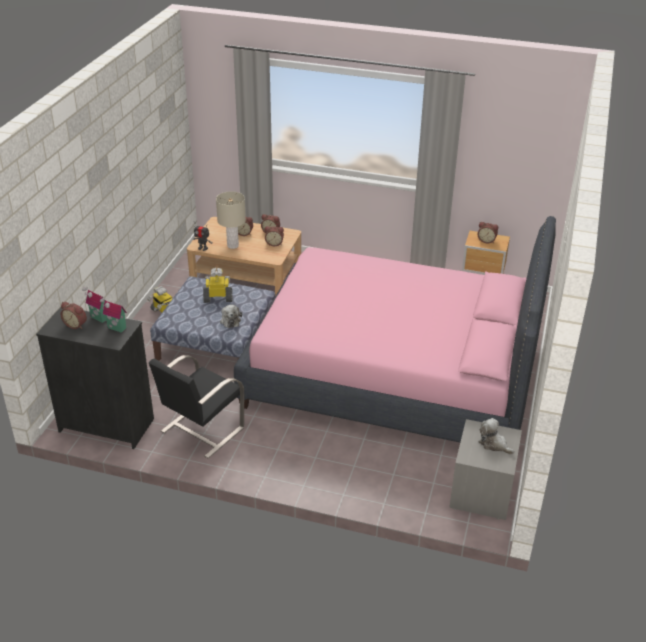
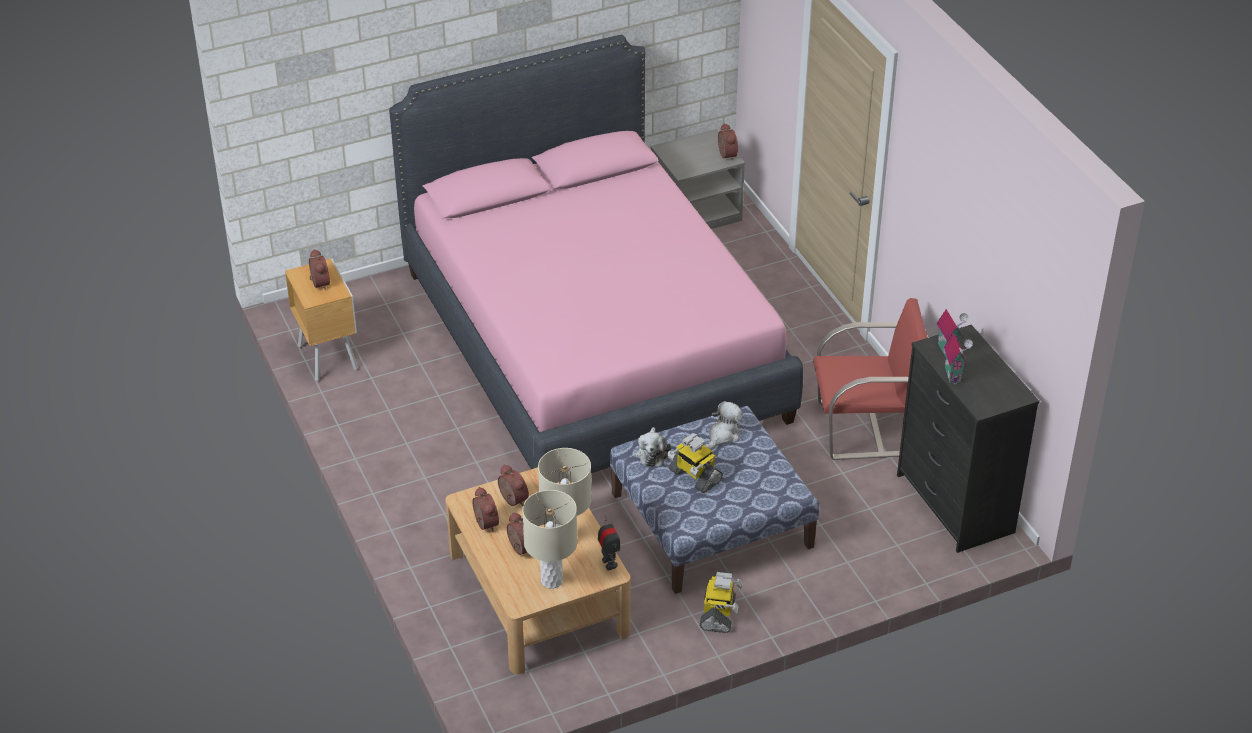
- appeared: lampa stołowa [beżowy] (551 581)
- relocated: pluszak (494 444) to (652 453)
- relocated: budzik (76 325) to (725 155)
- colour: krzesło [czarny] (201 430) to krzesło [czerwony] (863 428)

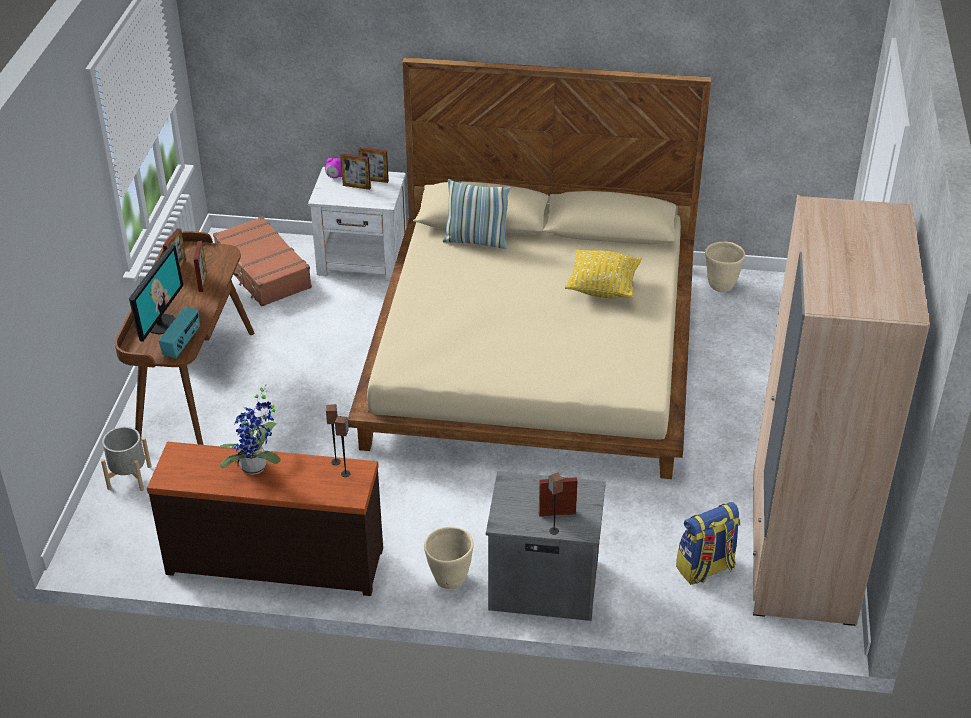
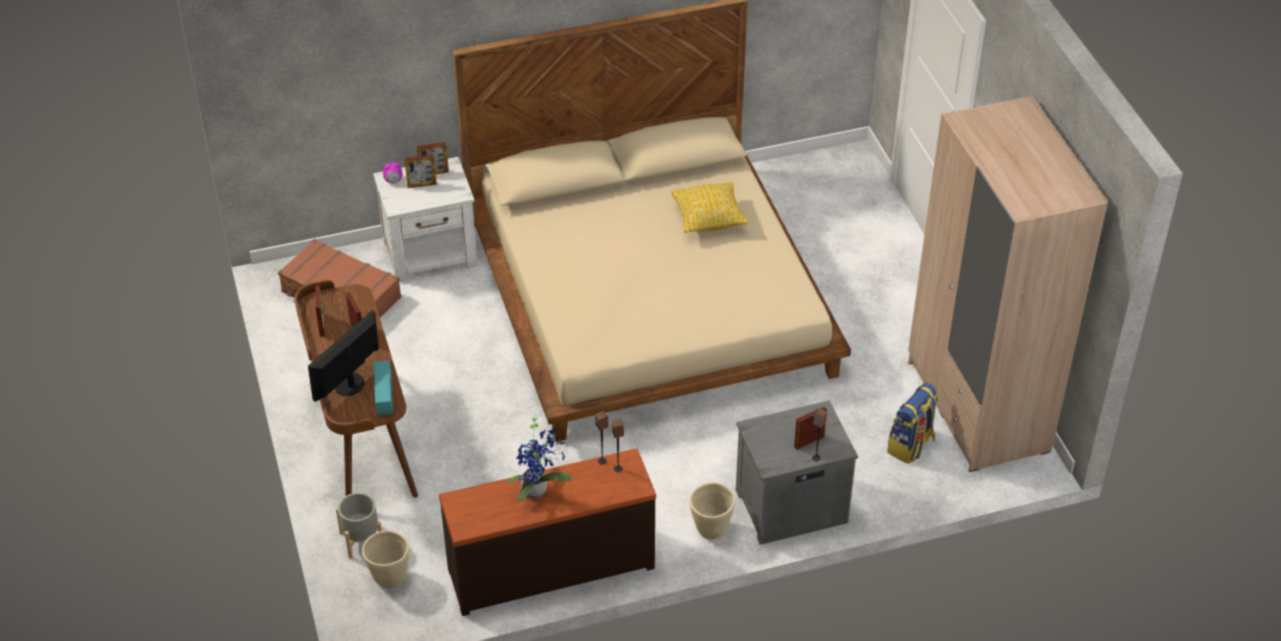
- spun: monitor (161 324) = (350 385) 135 degrees counterclockwise
- relocated: donica [beżowy] (720 285) to (389 578)
- missing: poduszka (476 241)

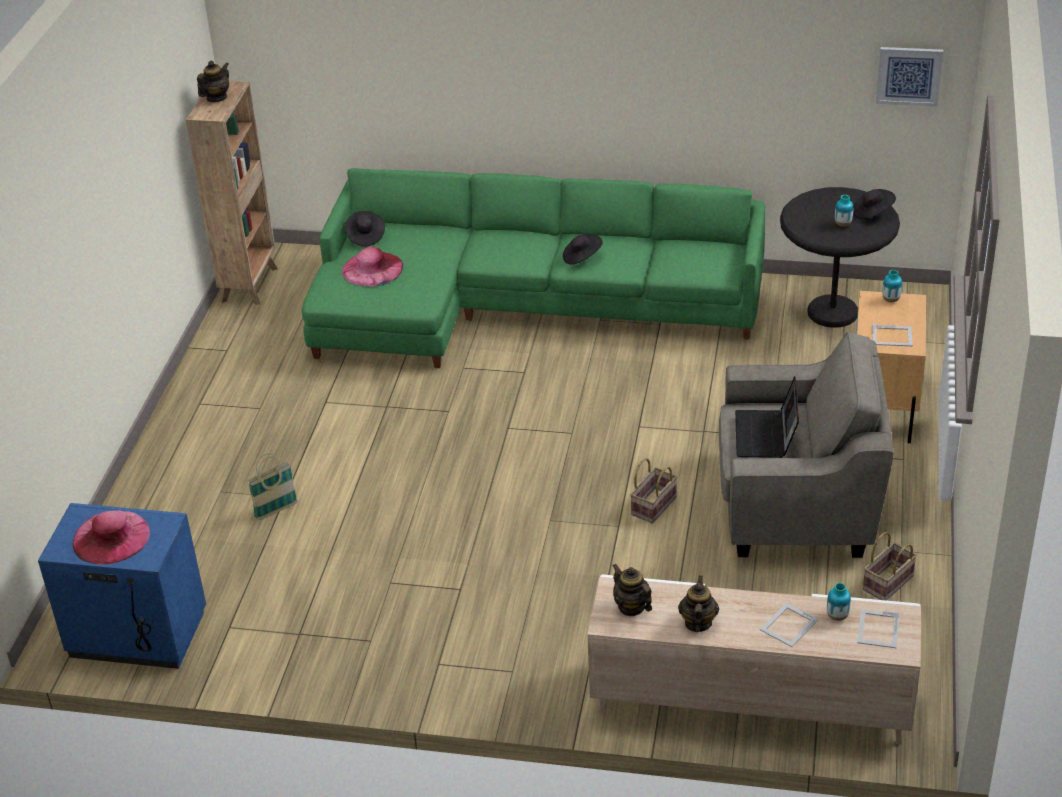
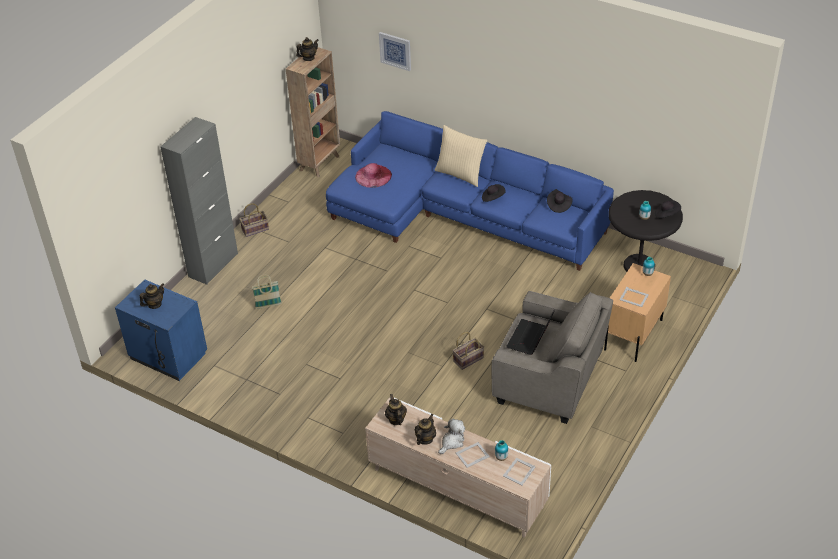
- exchanged: kapelusz [różowy] (111 537) to imbryk (154 304)
- appeared: szafka [szary] (213 265)
- relocated: koszyk (888 584) to (254 230)
- colour: kanapa [zielony] (517 304) to kanapa [niebieski] (459 213)
- relocated: obraz (909 75) to (395 51)
- appeared: poduszka [beżowy] (460 174)
- appeared: pluszak (452 442)
- relocated: kapelusz [czarny] (365 236) to (559 205)

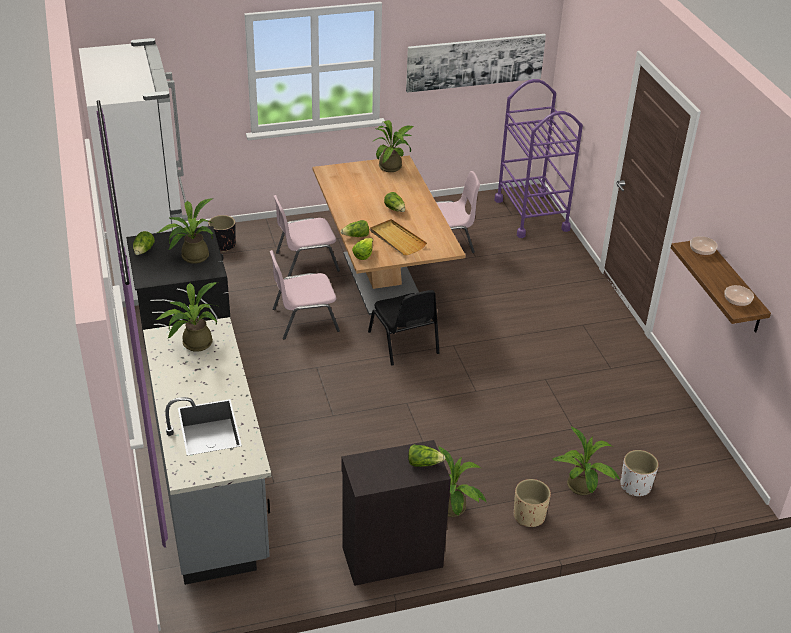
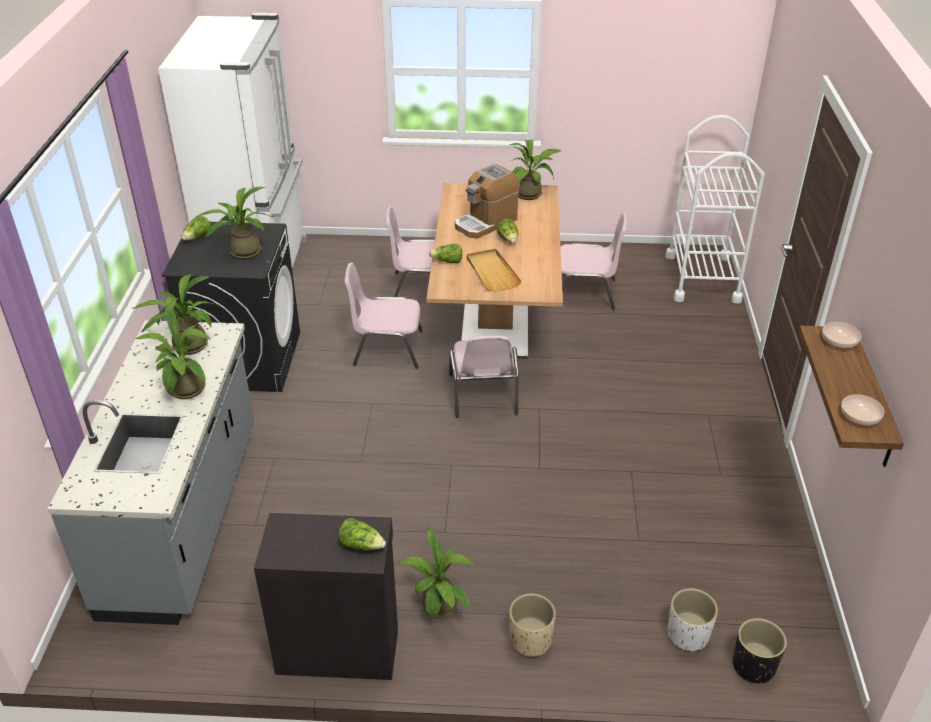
- relocated: roślina doniczkowa (583 489) to (186 392)
- colour: krzesło [czarny] (404 343) to krzesło [różowy] (483 395)
- appeared: ekspres do kawy (485 222)
- colour: wózek [fioletowy] (531 215) to wózek [biały] (702 278)
- relocated: donica [czarny] (223 245) to (753 666)
- missing: sałata (363 254)
- missing: obraz (475 62)

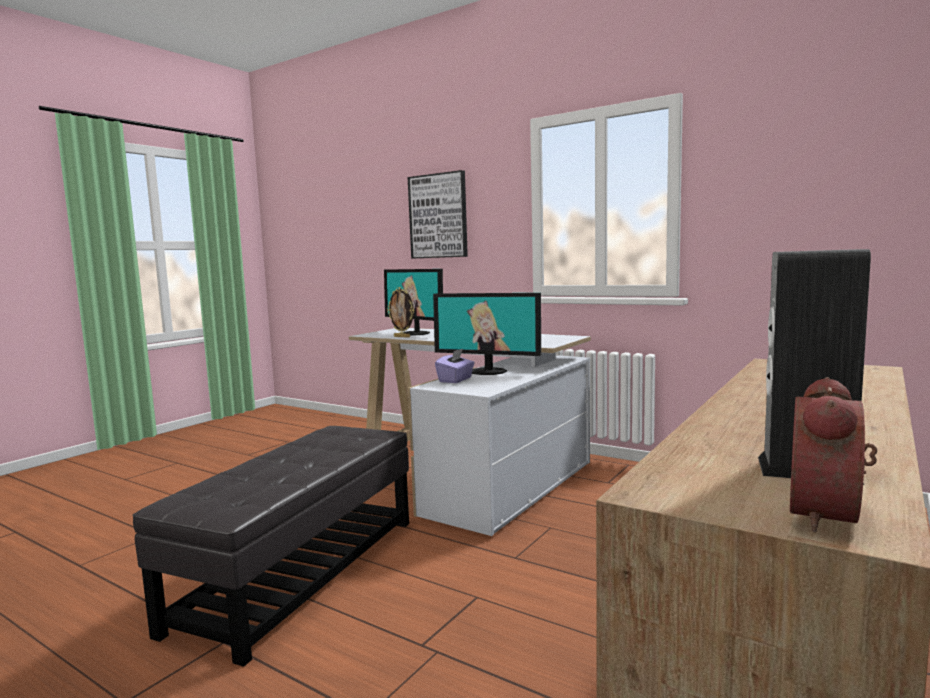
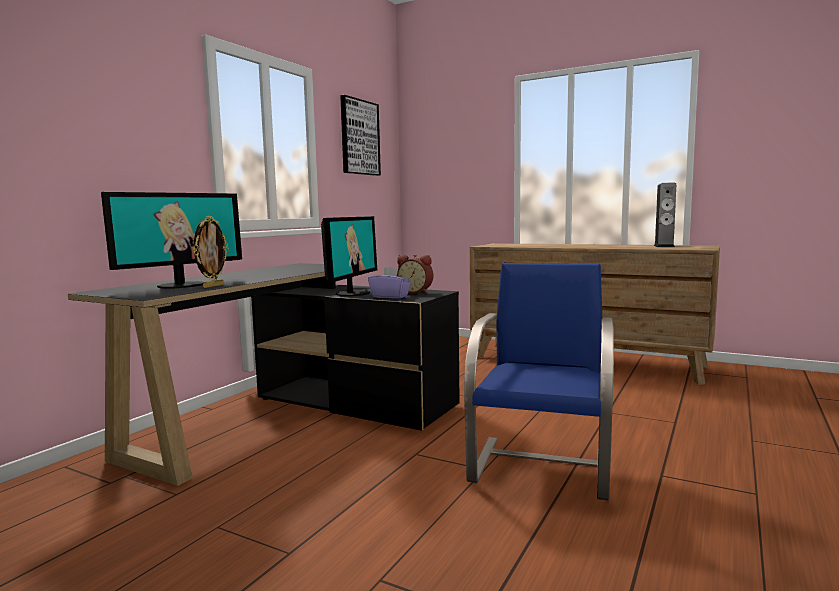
- colour: biurko [biały] (472 470) to biurko [czarny] (294 418)
- relocated: obraz (438 216) to (359 137)
- relocated: budzik (831 515) to (415 292)
- exchanged: pufa [czarny] (302 571) to krzesło [niebieski] (542 465)

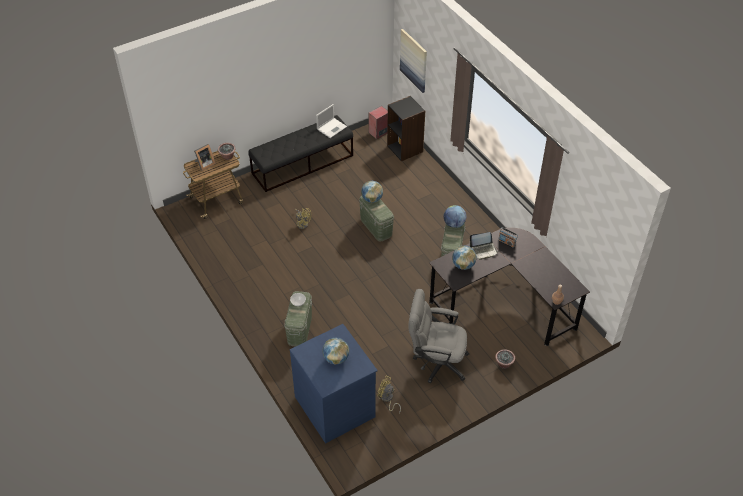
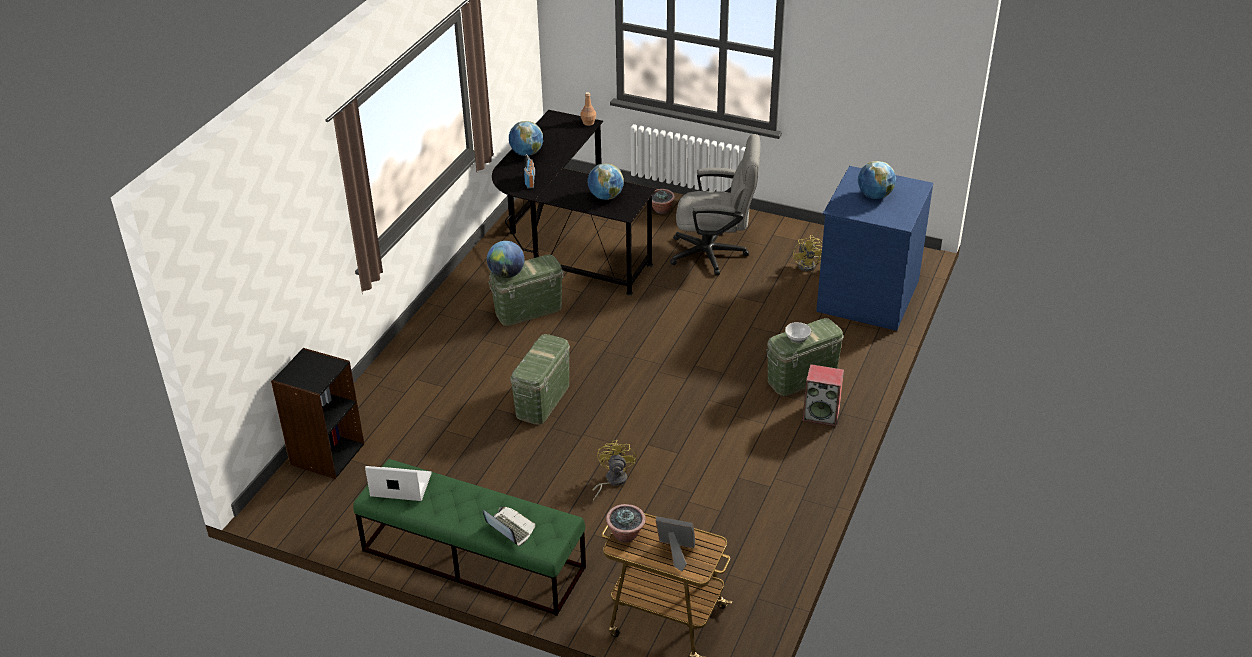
- colour: ławka [czarny] (303 164) to ławka [zielony] (472 559)
- relocated: laptop (483 250) to (509 529)
- relocated: globus (372 199) to (526 153)
- spun: krzesło biurowe [szary] (436 361) = (715 254) 60 degrees counterclockwise
- relocated: głośnik (378 132) to (821 415)
- missing: obraz (414 60)

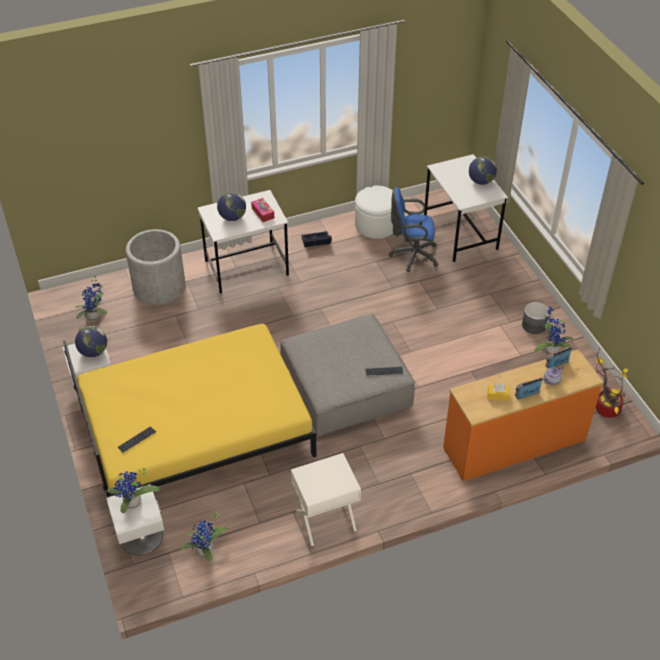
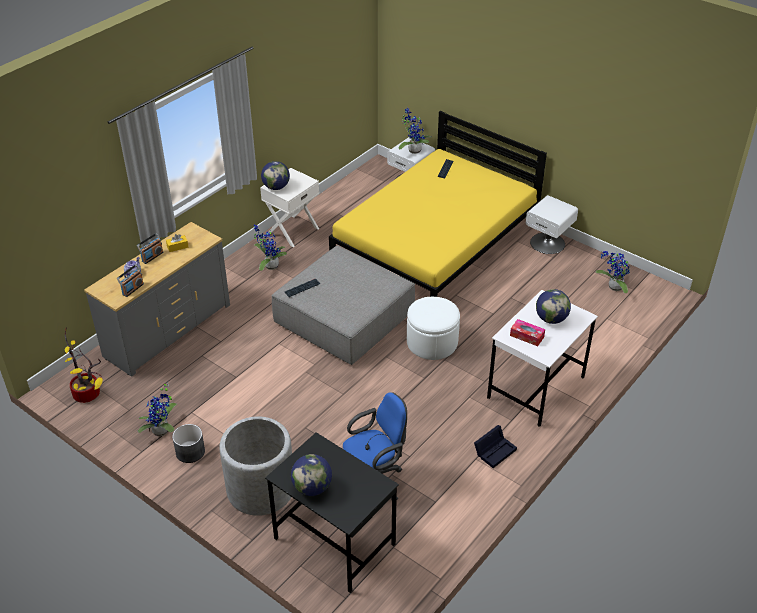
- colour: komoda [pomarańczowy] (514 444) to komoda [szary] (167 330)
- relocated: donica [szary] (159 287) to (260 489)
- relocated: roślina doniczkowa (206 552) to (270 265)
- relocated: globus (93 352) to (276 187)
- colour: biurko [biały] (460 234) to biurko [czarny] (334 542)
- relocated: pufa [biały] (376 224) to (432 342)

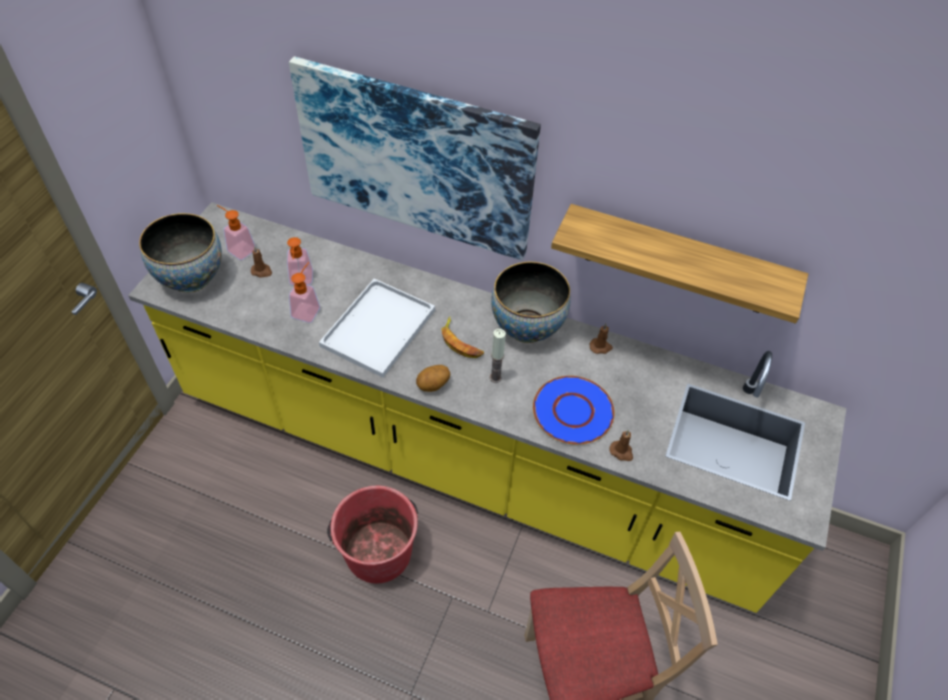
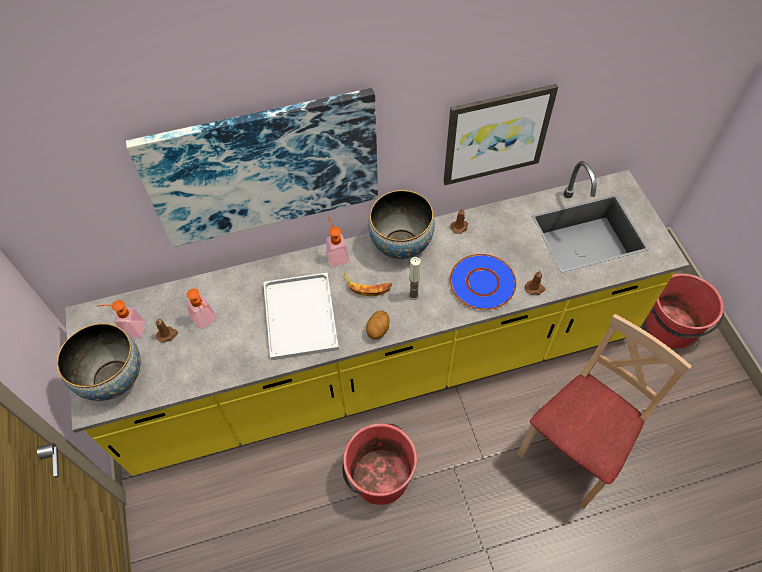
- relocated: dozownik mydła (308 309) to (336 254)
- exchanged: półka (678 261) to obraz (496 134)
- appeared: wiadro [czerwony] (670 328)

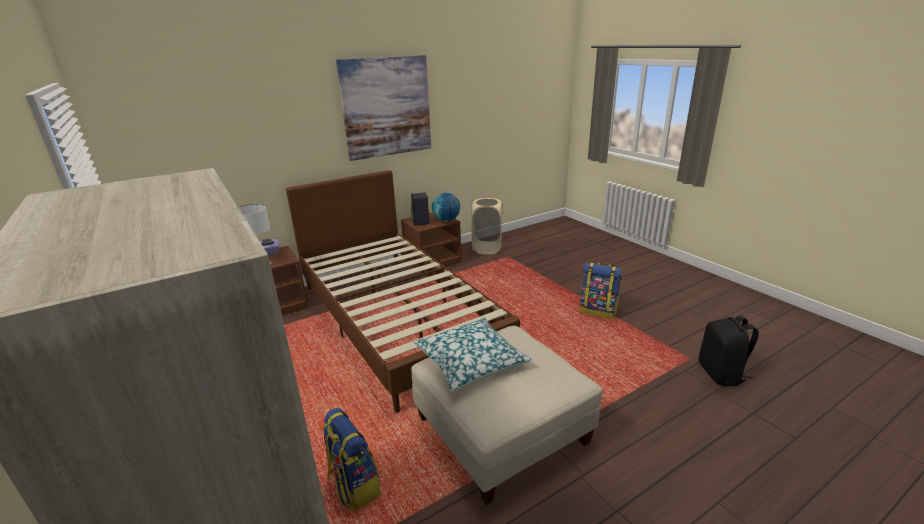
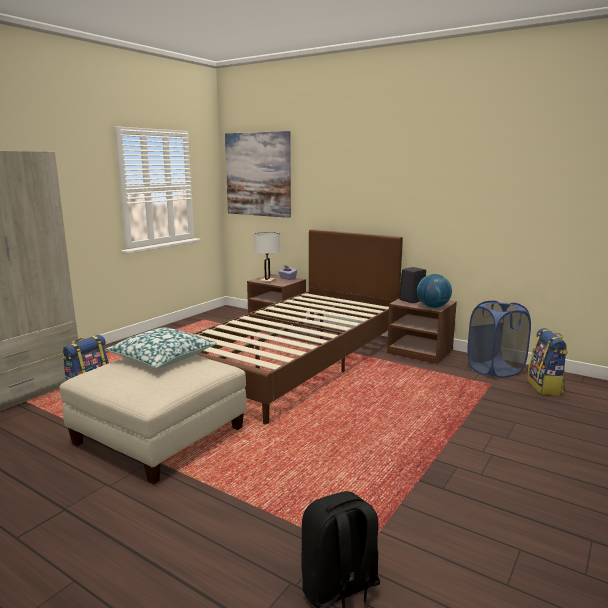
- relocated: obraz (386 107) to (258 174)
- colour: kosz na pranie [beżowy] (487 248) to kosz na pranie [niebieski] (495 370)
- relocated: plecak (598 311) to (545 387)

